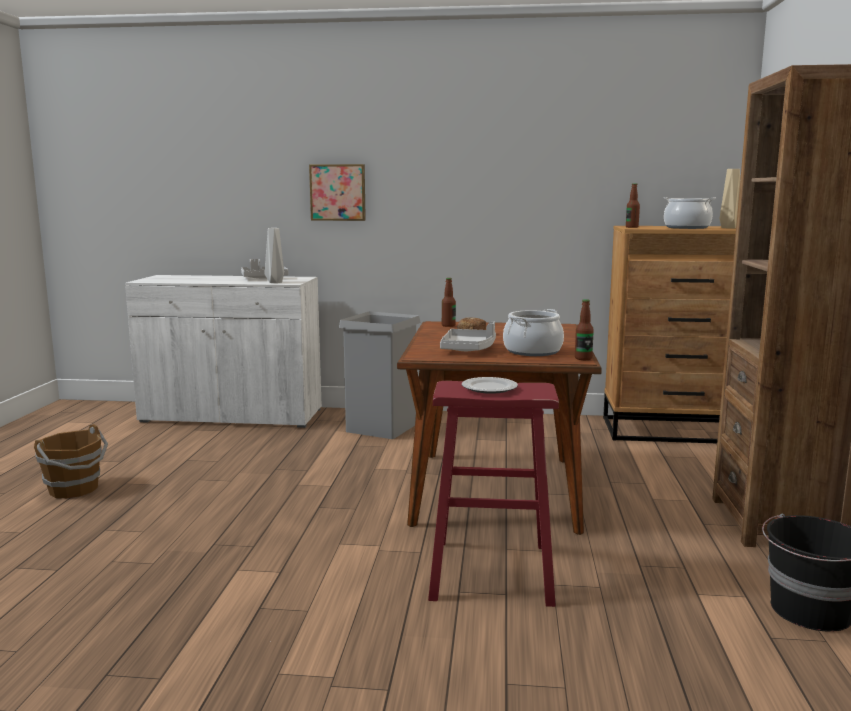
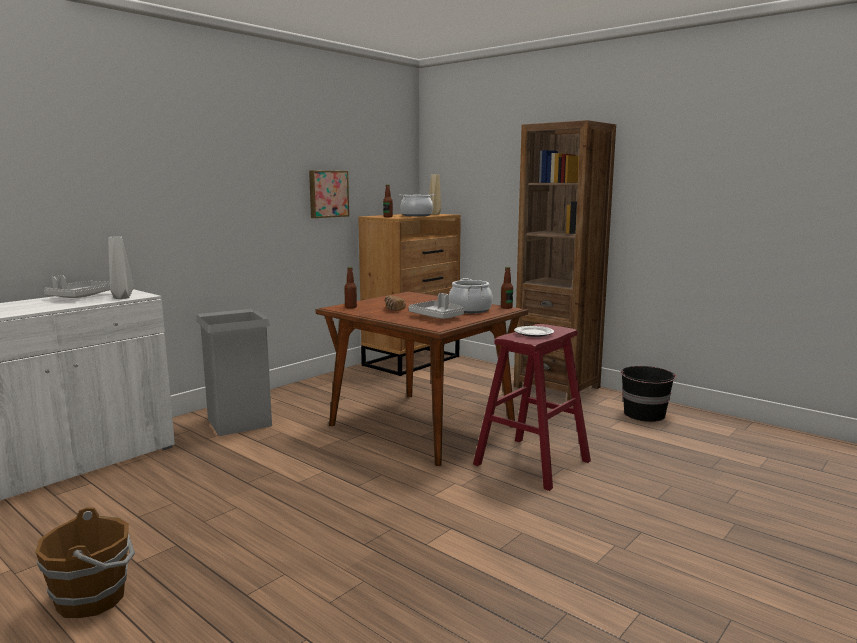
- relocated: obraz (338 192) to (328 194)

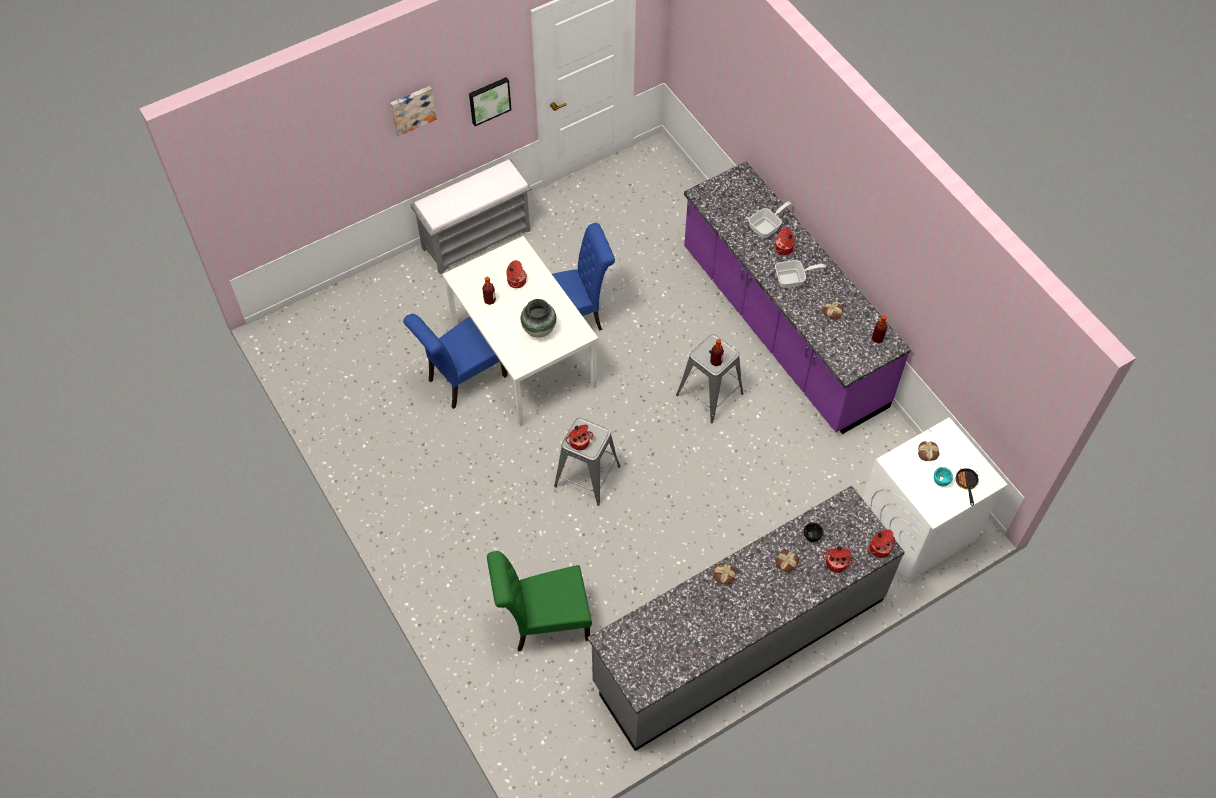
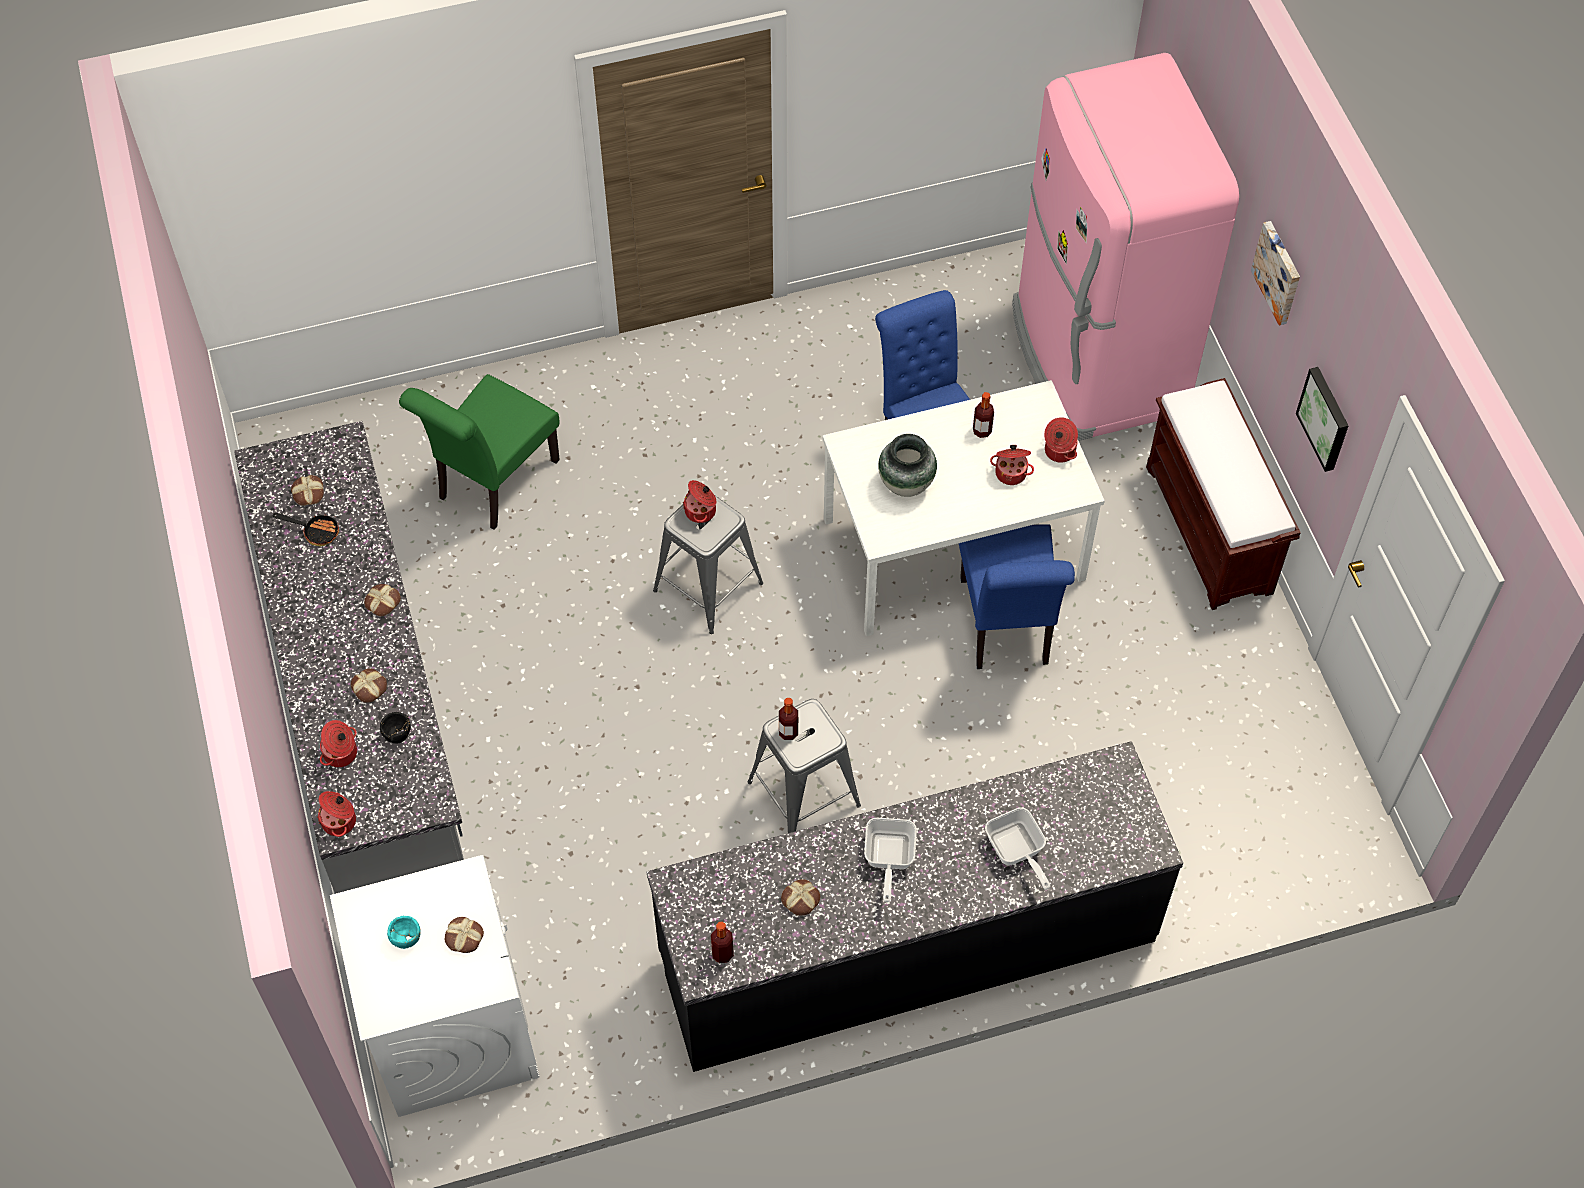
- relocated: patelnia (966 484) to (316 531)
- appeared: chleb (308 493)
- spun: krzesło [zielony] (543 623) = (493 483) 150 degrees counterclockwise
- colour: zabudowa kuchenna [fioletowy] (781 328) to zabudowa kuchenna [czarny] (907 946)
- appeared: lodówka [różowy] (1095 360)
- relocated: garnek (784 248) to (1059 451)
- colour: ławka [szary] (477 238) to ławka [brązowy] (1210 530)

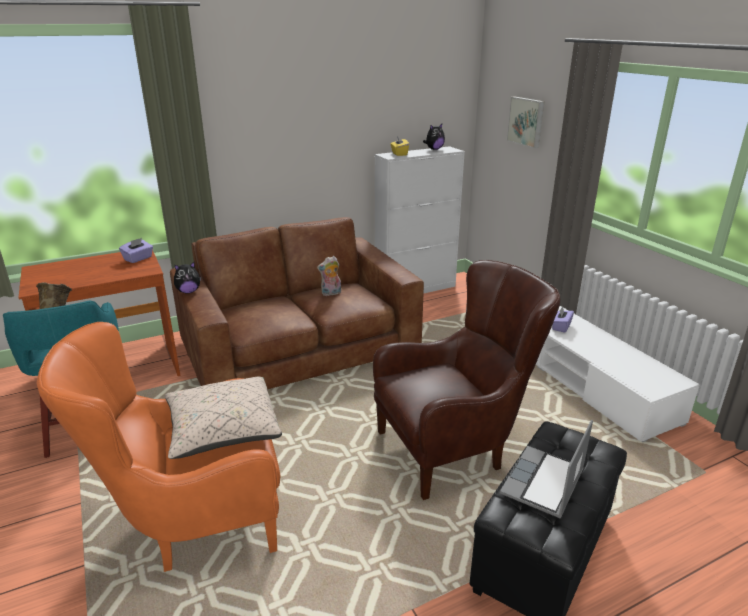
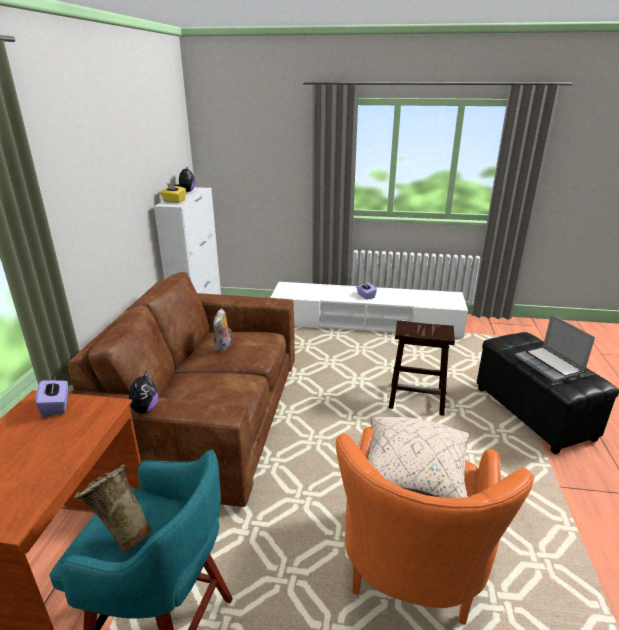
- exchanged: fotel [brązowy] (456 447) to stołek [brązowy] (417 399)
- missing: obraz (526 121)

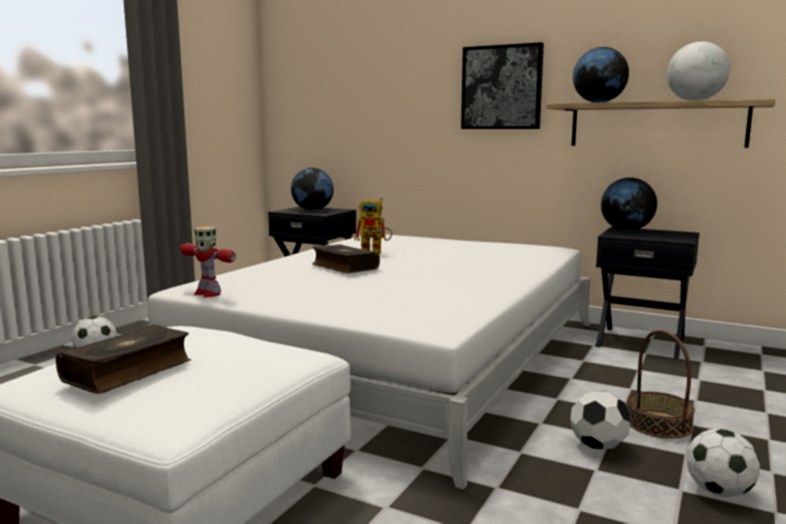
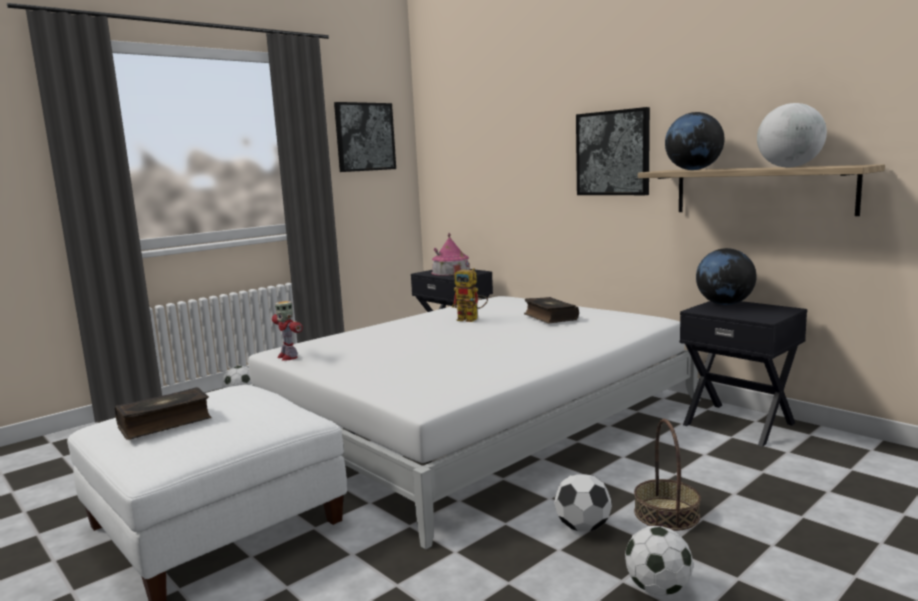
- appeared: obraz (365 137)
- exchanged: globus (312 210) to domek (451 272)
- relocated: książka (344 267) to (549 317)

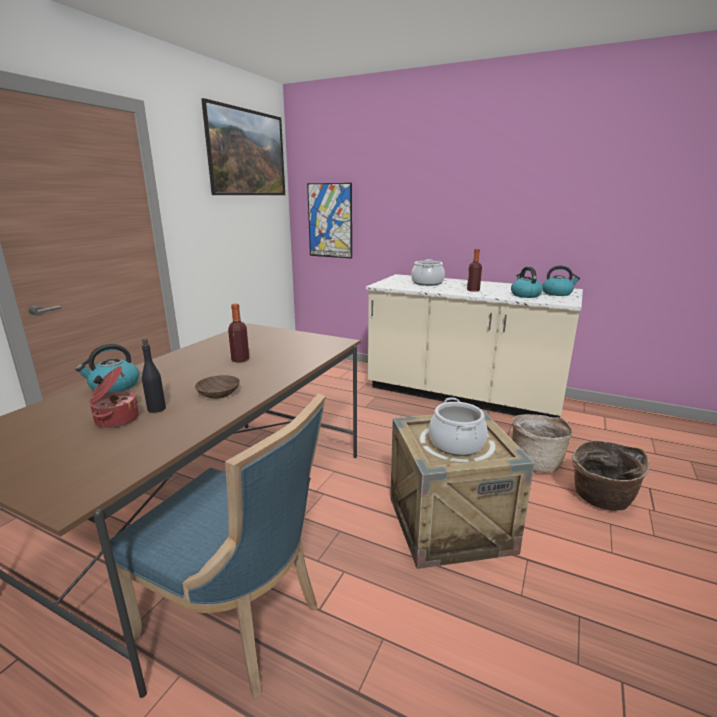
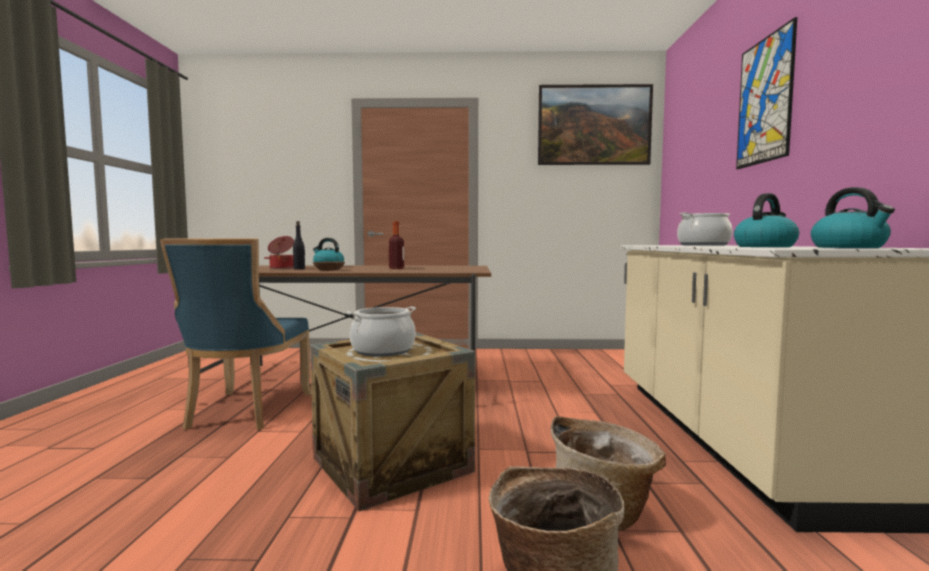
- relocated: obraz (330 221) to (765 100)
- missing: butelka (473 290)

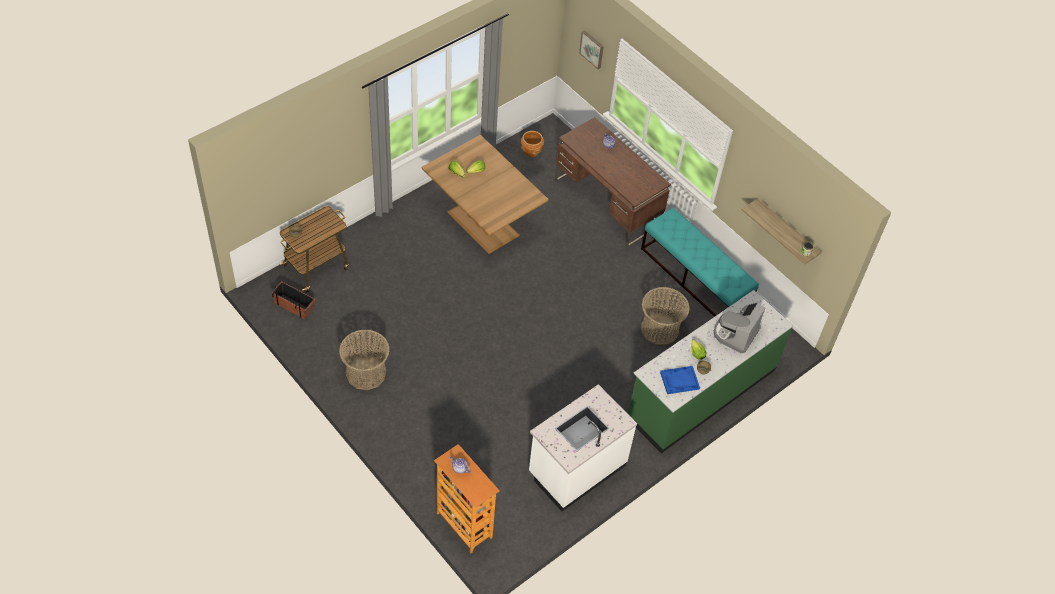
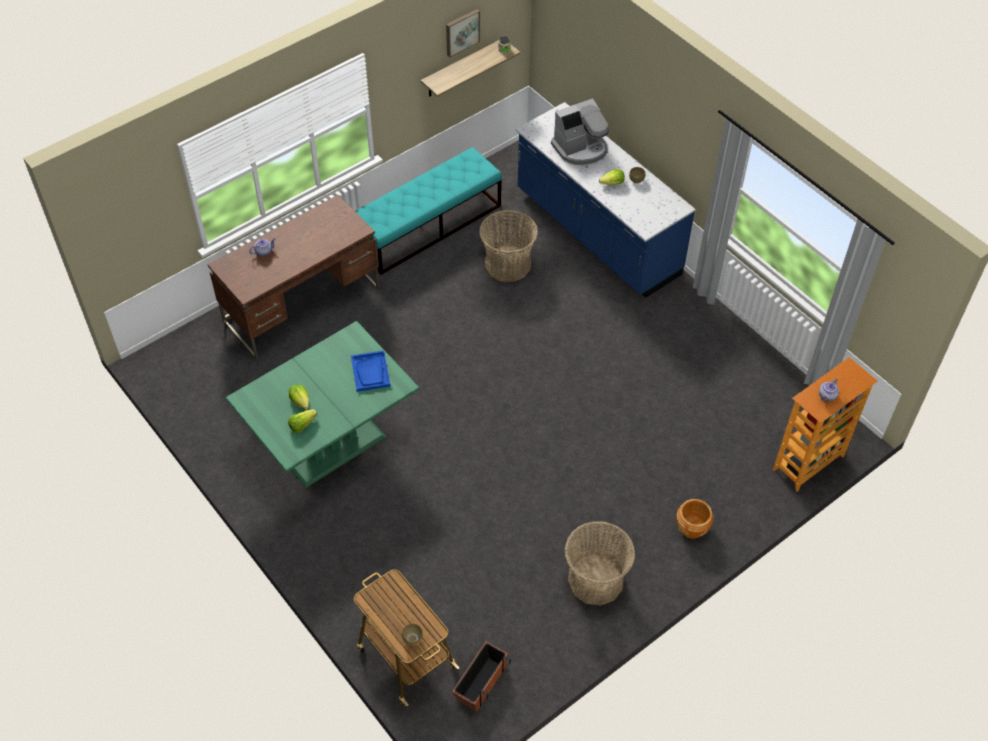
- colour: stół jadalny [brązowy] (482 224) to stół jadalny [zielony] (331 444)
- relocated: taca [niebieski] (679 381) to (370 372)
- relocated: obraz (592 49) to (461 32)
- colour: zabudowa kuchenna [zielony] (701 393) to zabudowa kuchenna [niebieski] (596 234)
- spun: ekspres do kawy (735 333) = (581 149) 60 degrees counterclockwise
- relocated: donica [brązowy] (531 151) to (692 527)
- missing: zabudowa kuchenna [biały] (576 469)

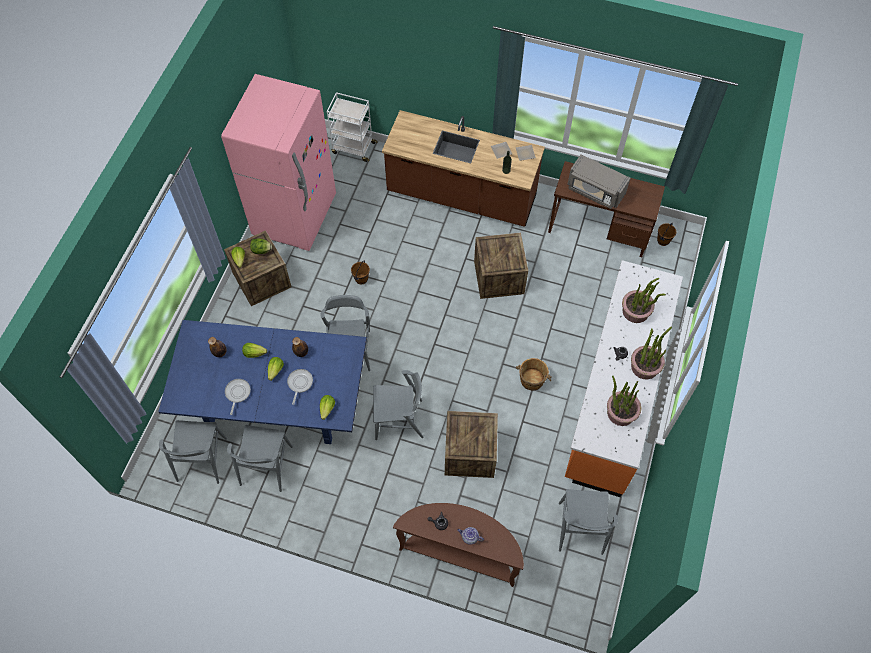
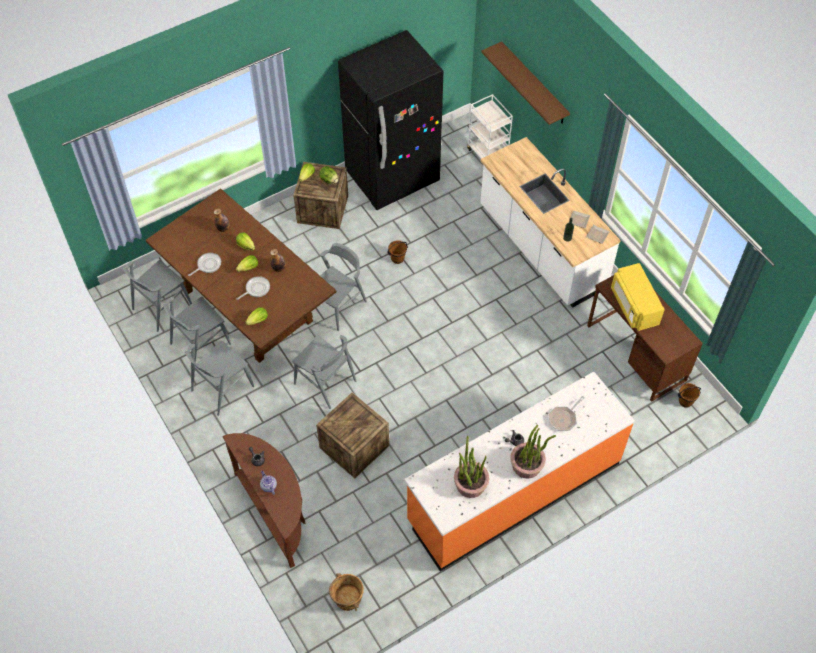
- colour: stół jadalny [niebieski] (275 404) to stół jadalny [brązowy] (247 305)
- relocated: krzesło [szary] (580 528) to (222 388)
- relocated: wiadro [brązowy] (531 380) to (347 598)
- colour: lodówka [różowy] (295 215) to lodówka [czarny] (392 178)
- colour: zabudowa kuchenna [brązowy] (461 196) to zabudowa kuchenna [biały] (540 248)
- appeared: półka [brązowy] (534 84)
- exchanged: roślina doniczkowa (636 311) to patelnia (564 418)
- colour: mikrofalówka [szary] (595 191) to mikrofalówka [żółty] (634 306)
- missing: skrzynka (499 277)

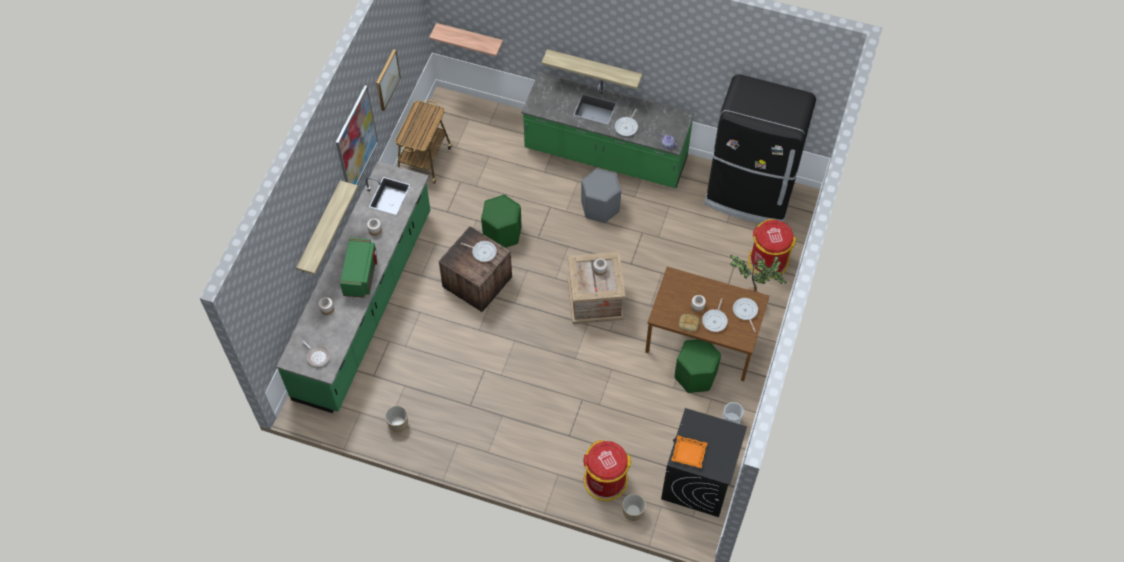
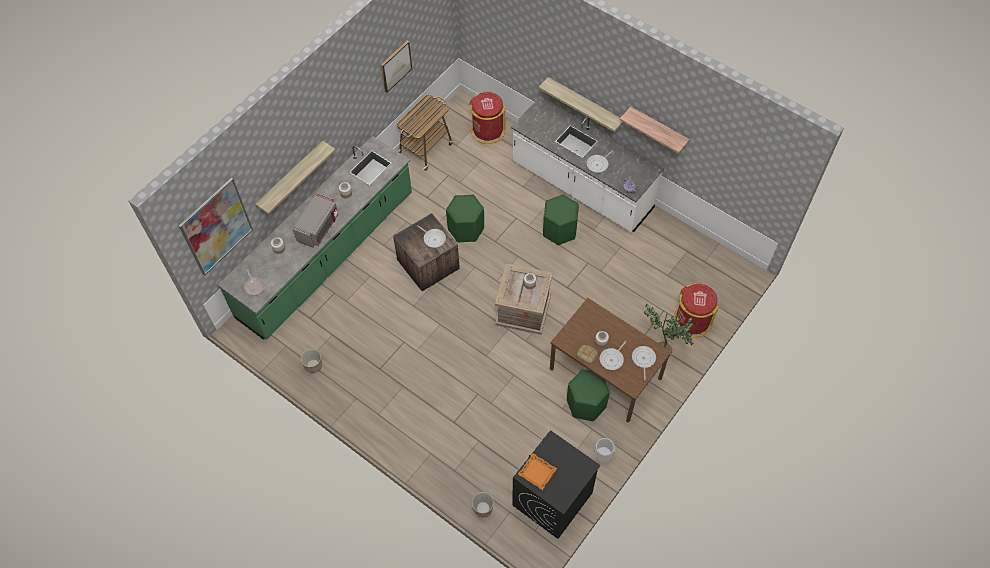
- relocated: obraz (356 141) to (216 227)
- colour: mikrofalówka [zielony] (361 275) to mikrofalówka [szary] (319 227)
- relocated: kosz na śmieci [czerwony] (605 481) to (487 131)
- colour: zabudowa kuchenna [zielony] (605 155) to zabudowa kuchenna [biały] (582 186)
- colour: stołek [szary] (600 207) to stołek [zielony] (560 230)
- relocated: półka (470 37) to (658 128)
- missing: lodówka [czarny] (749 195)

